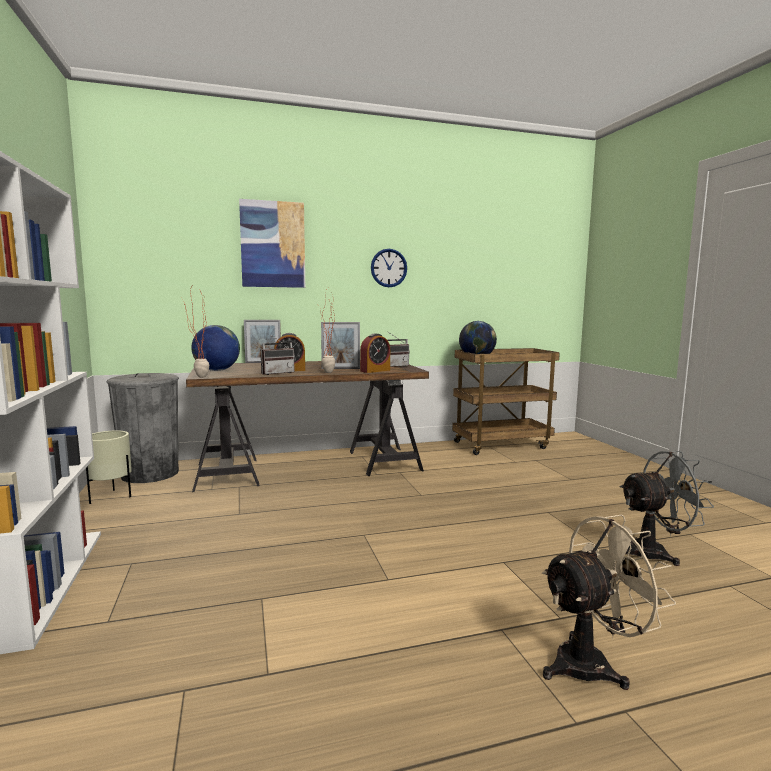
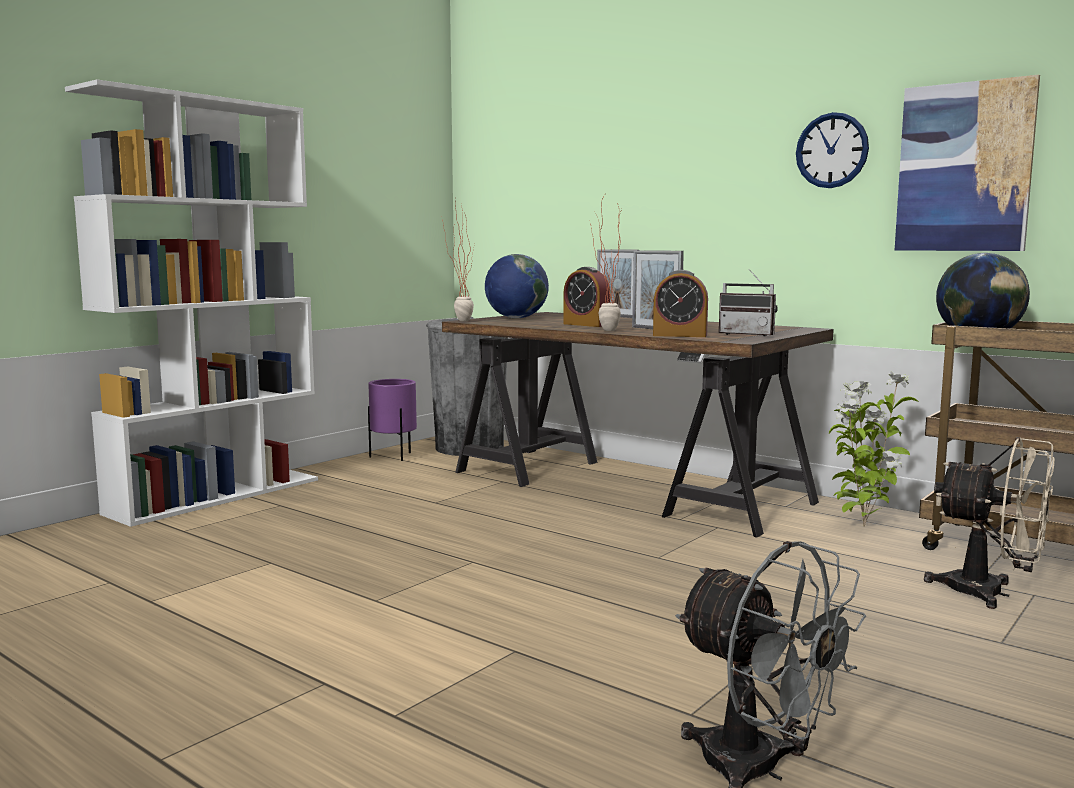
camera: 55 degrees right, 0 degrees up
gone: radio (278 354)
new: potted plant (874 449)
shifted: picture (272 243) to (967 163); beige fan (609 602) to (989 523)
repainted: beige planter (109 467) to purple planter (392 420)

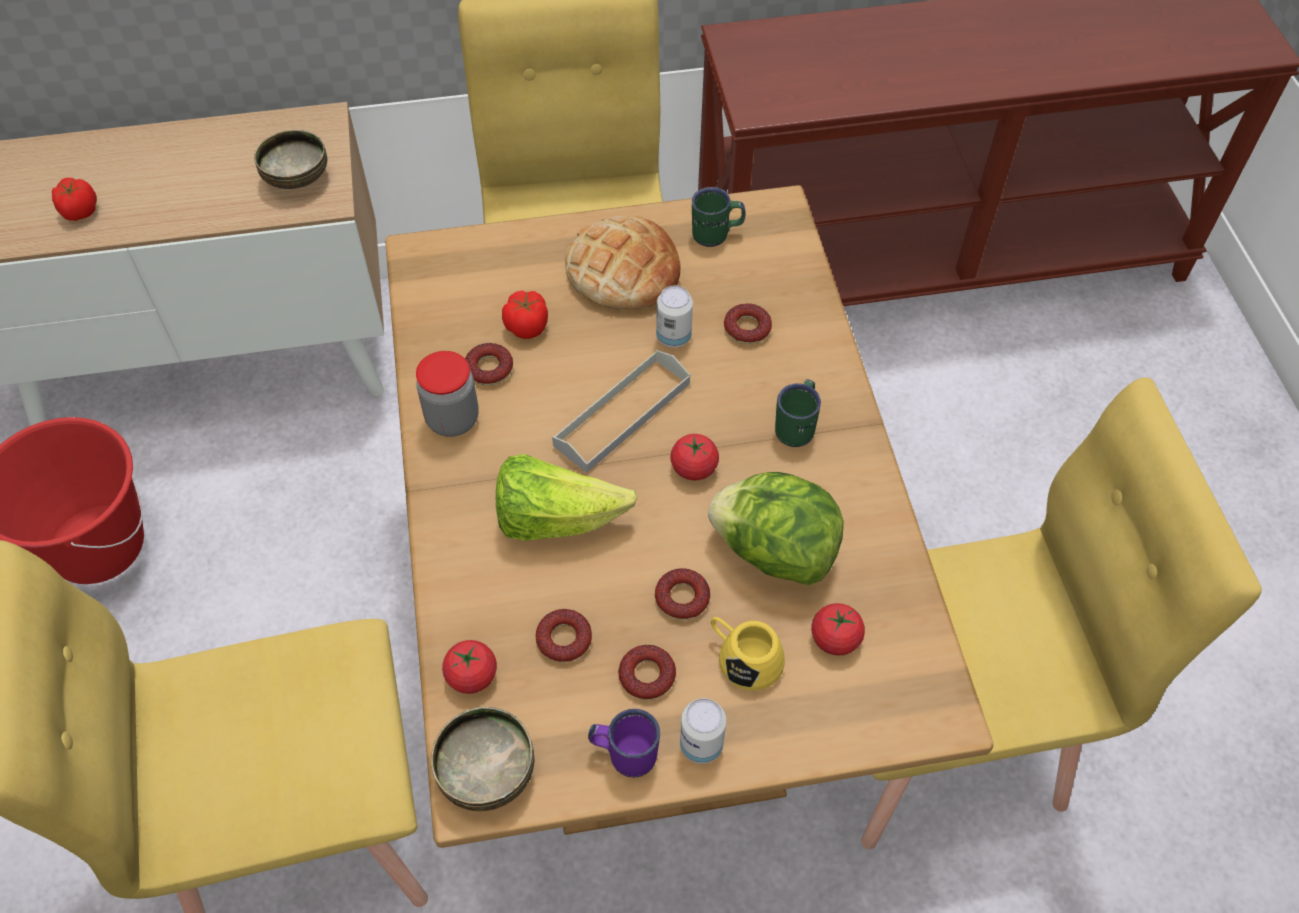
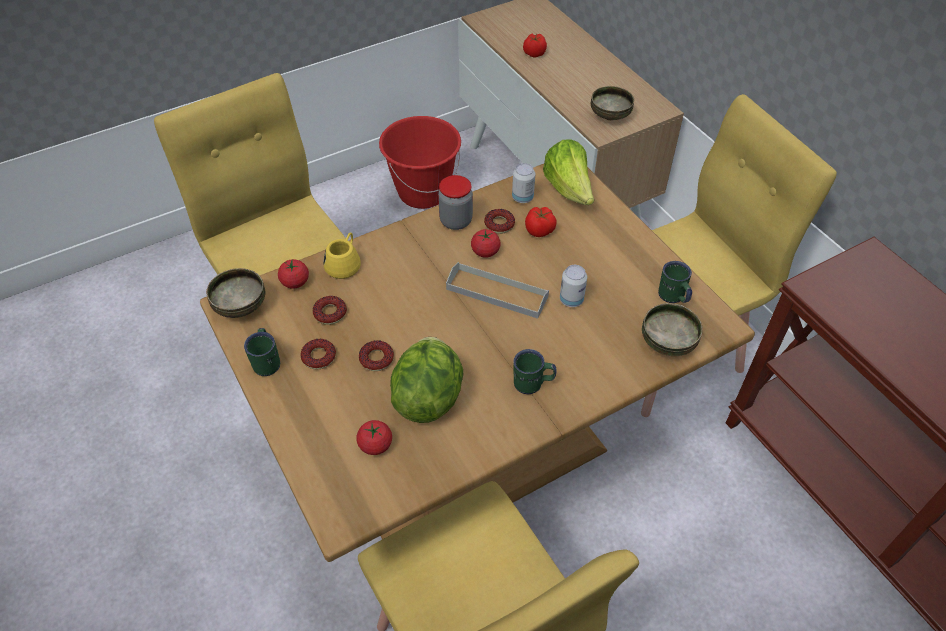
camera: 70 degrees right, 5 degrees down
gone: bread (623 262); donut (748 324)
new: bowl (672 329)
shifted: lettuce (566 497) to (568 172); tomato (694 457) to (486 243); can (703 731) to (523 183); yellow mug (748 653) to (342 255)
repainted: purple mug (624 743) to green mug (262 352)

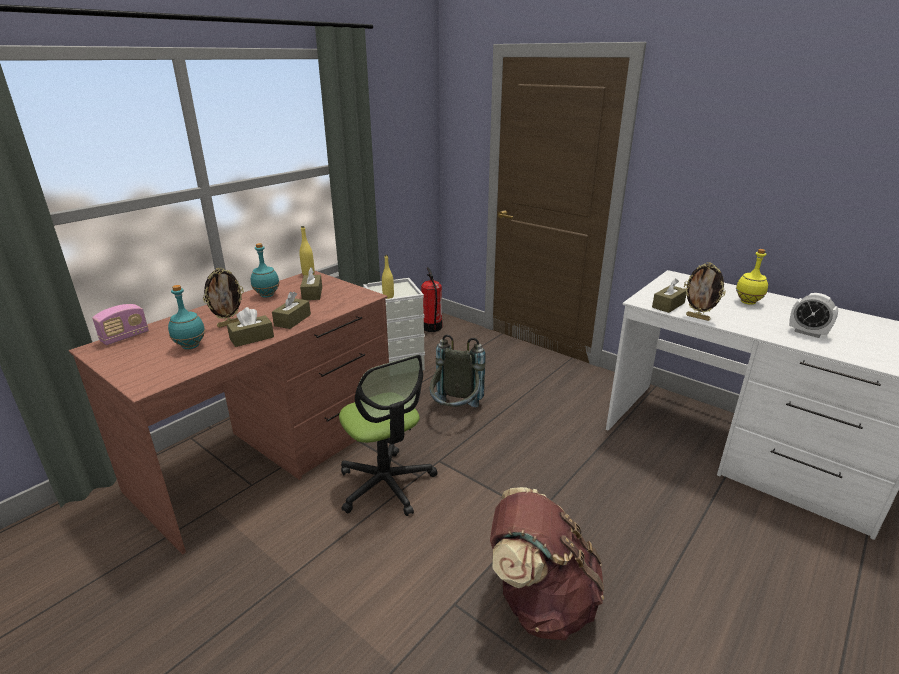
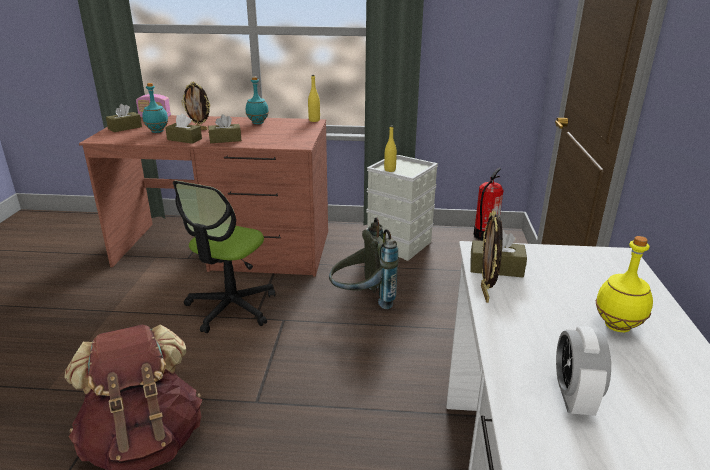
camera: 55 degrees right, 0 degrees up
shifted: brown tissue box (311 283) to (124 118)

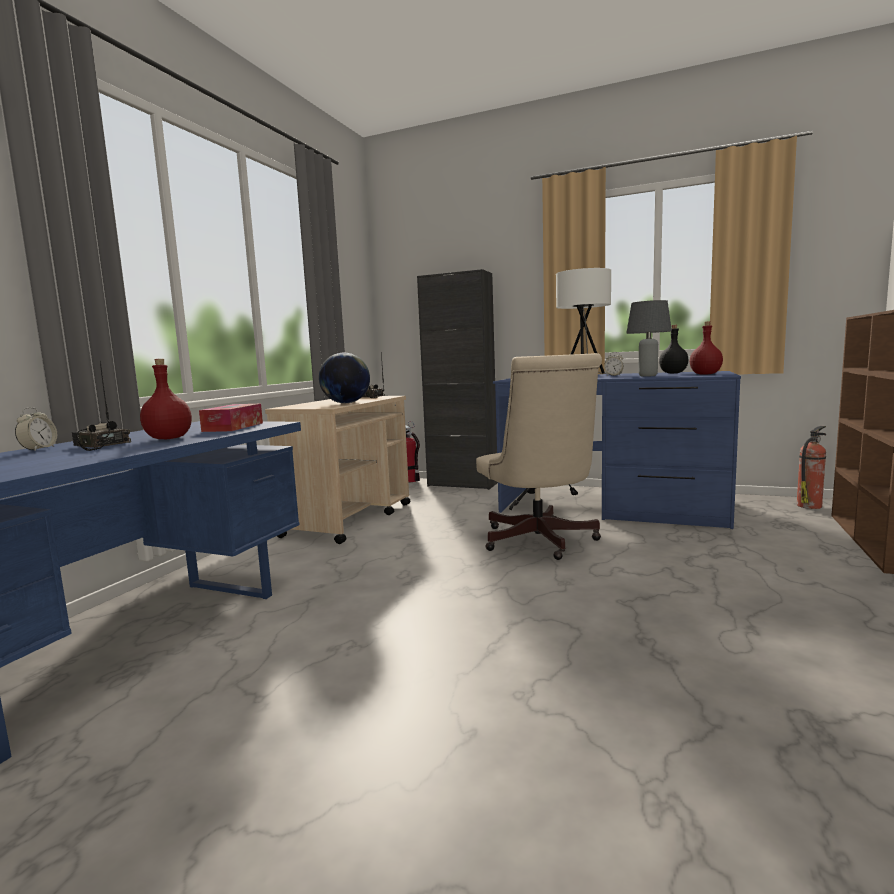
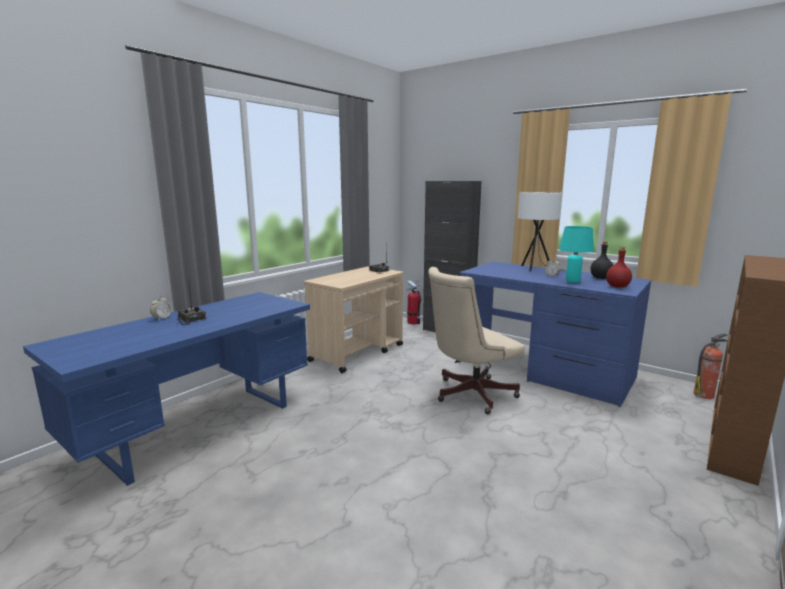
camera: 15 degrees right, 5 degrees up
gone: red bottle (166 399); tissue box (231 418); globe (344 378)
repainted: grey table lamp (649 338) to turquoise table lamp (576 254)
rotated: beige office chair (539 456) = (476 340) 60 degrees clockwise

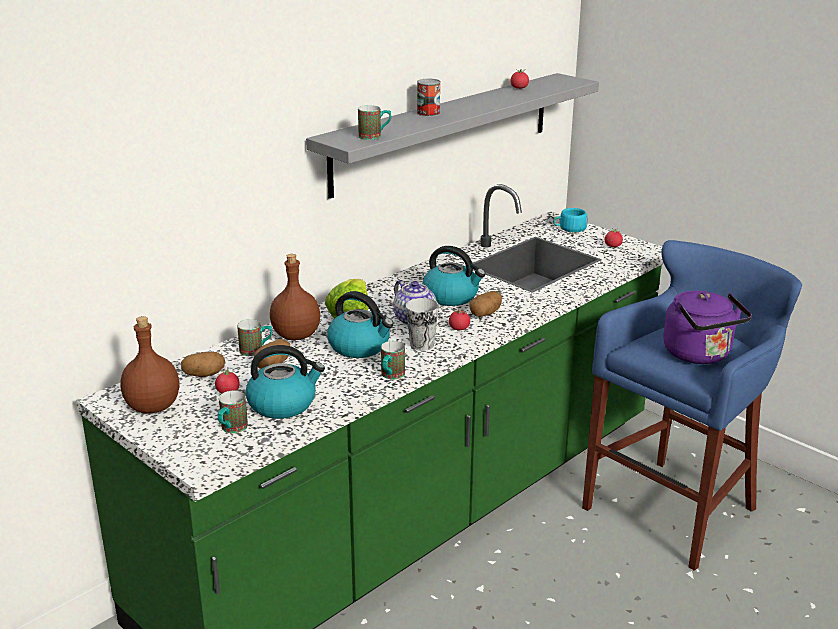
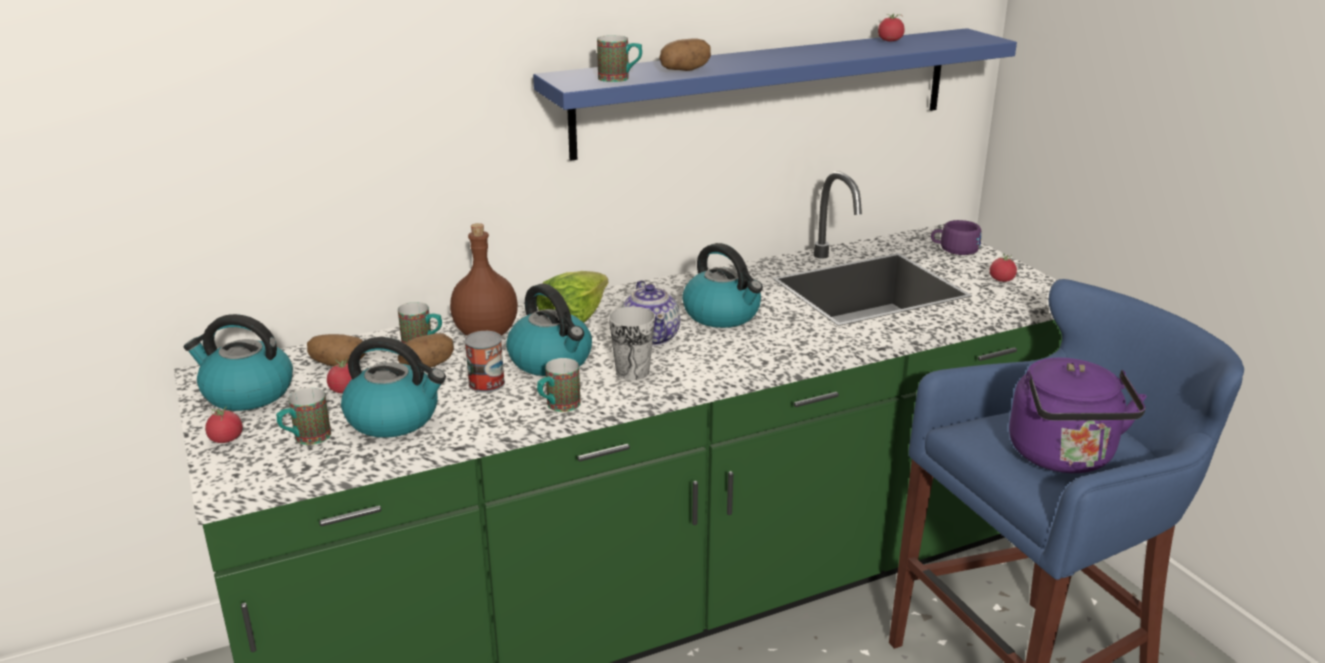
camera: 20 degrees right, 0 degrees up
shifted: can (429 98) to (484 362); tomato (459 319) to (224 424); potato (485 304) to (685 54)
swapped: brown bottle (150 364) to kettle (238 362)
repainted: grey shelf (452 136) to blue shelf (775 94); turquoise cup (570 220) to purple cup (956 237)

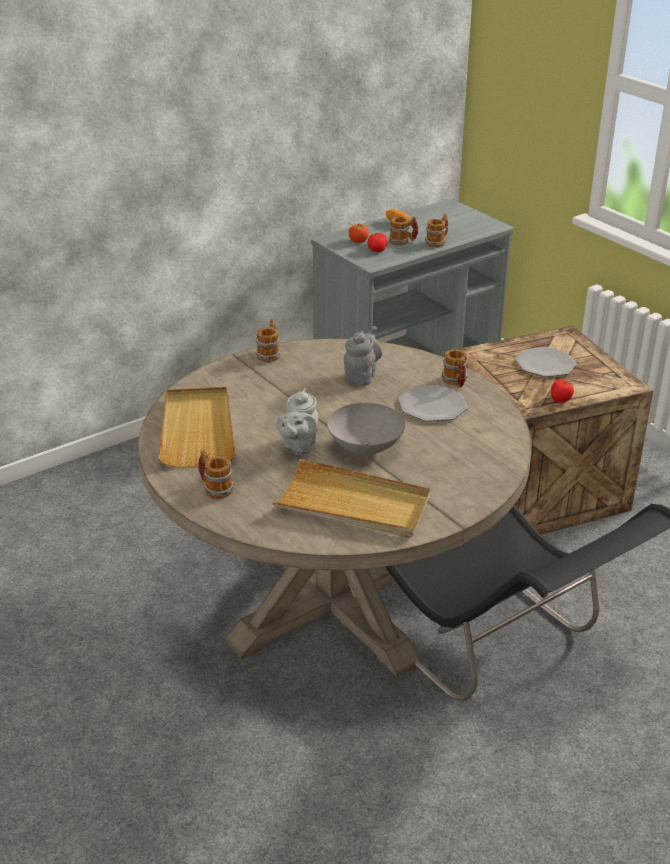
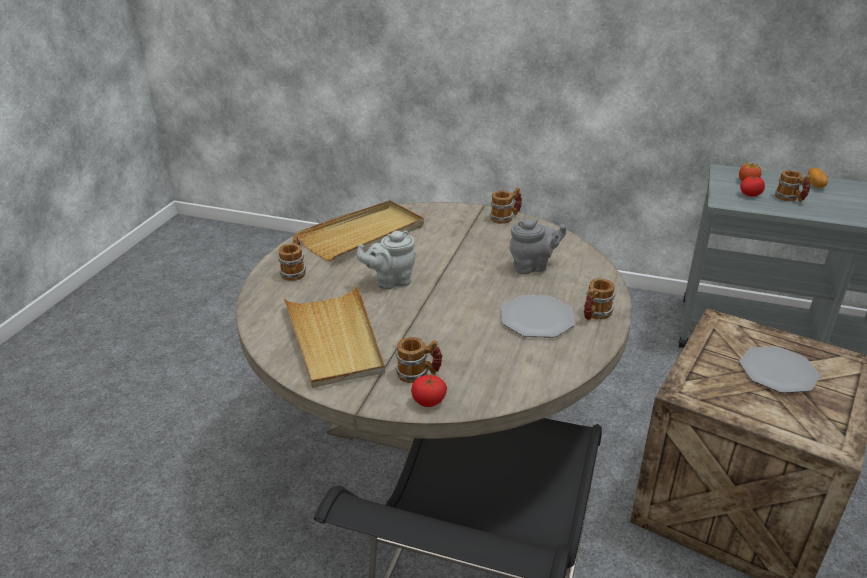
camera: 55 degrees right, 0 degrees up
gone: grey bowl (366 429)
shifted: mug (436 231) to (418 360); tomato (562 391) to (429 391)

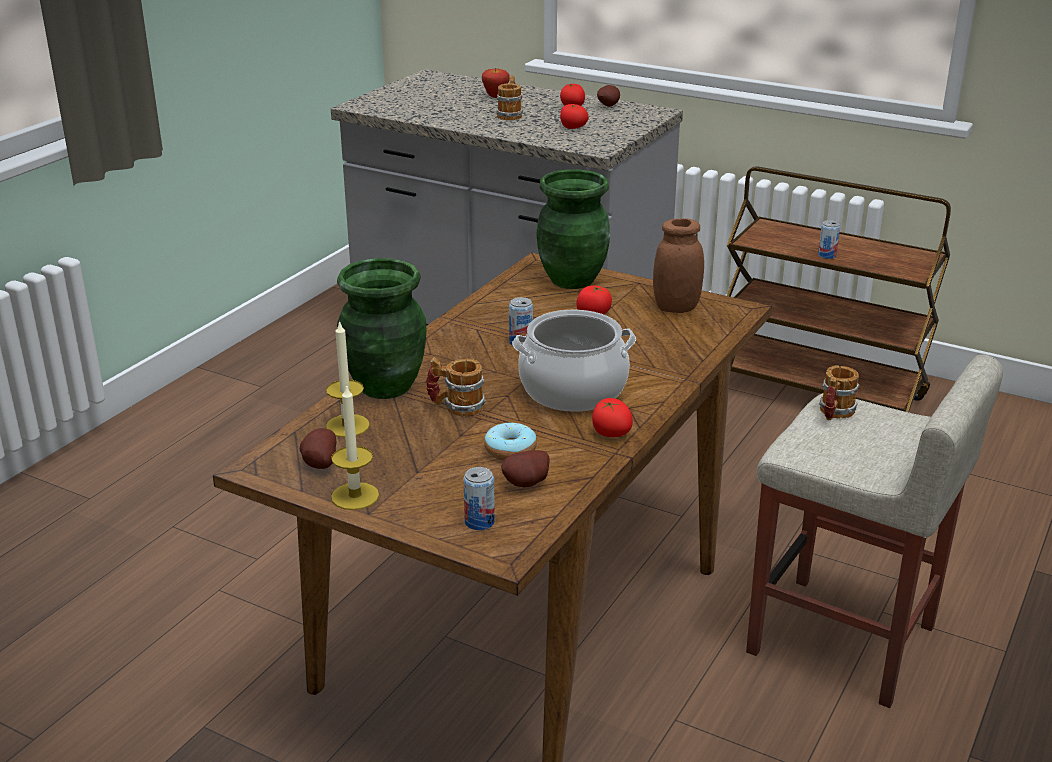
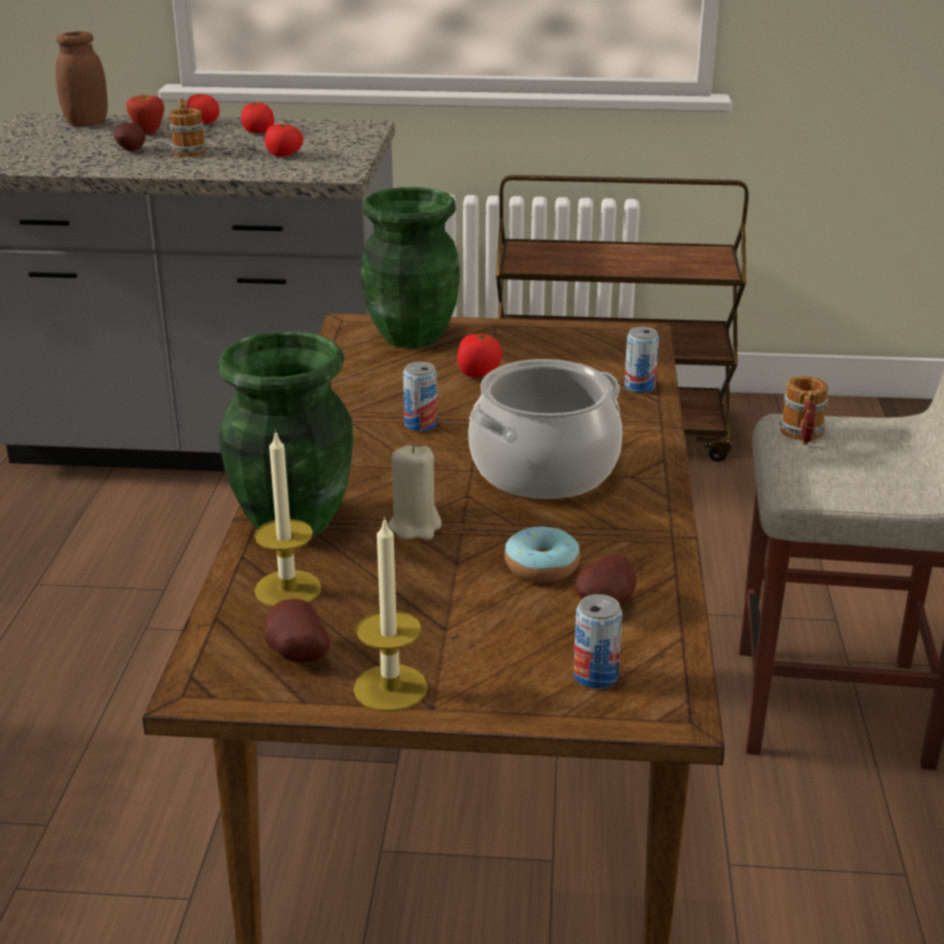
camera: 25 degrees left, 0 degrees up
shifted: tomato (612 417) to (203 109); potato (608 96) to (130 137); brown jar (678 265) to (82 78); can (829 239) to (641 360)
swapped: mug (456 387) to beige candle (415 492)

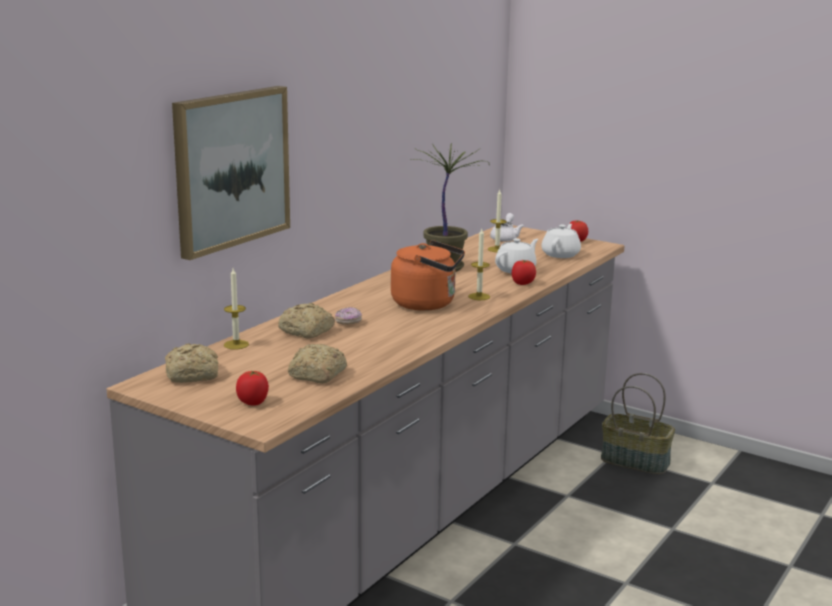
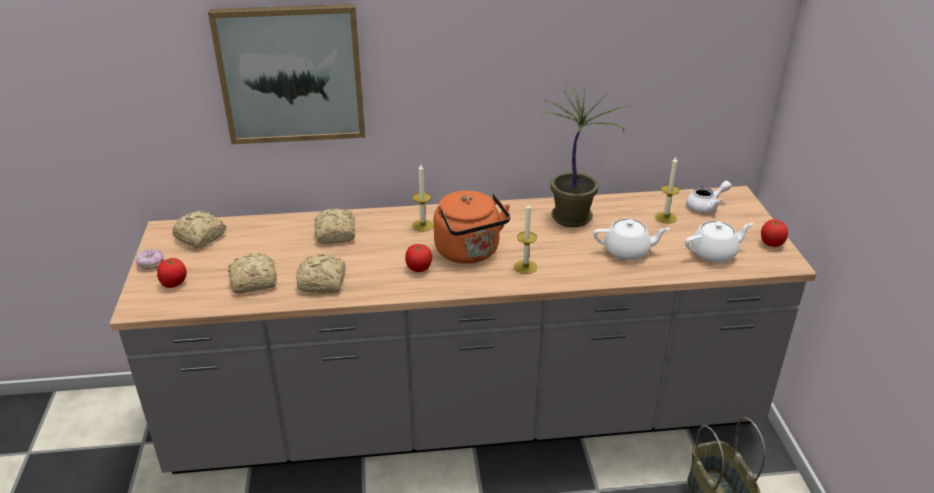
camera: 50 degrees right, 15 degrees up
new: bread (320 273)
shifted: candle (236 309) to (423 198); donut (348 316) to (149 259); tomato (524 272) to (418 258)

